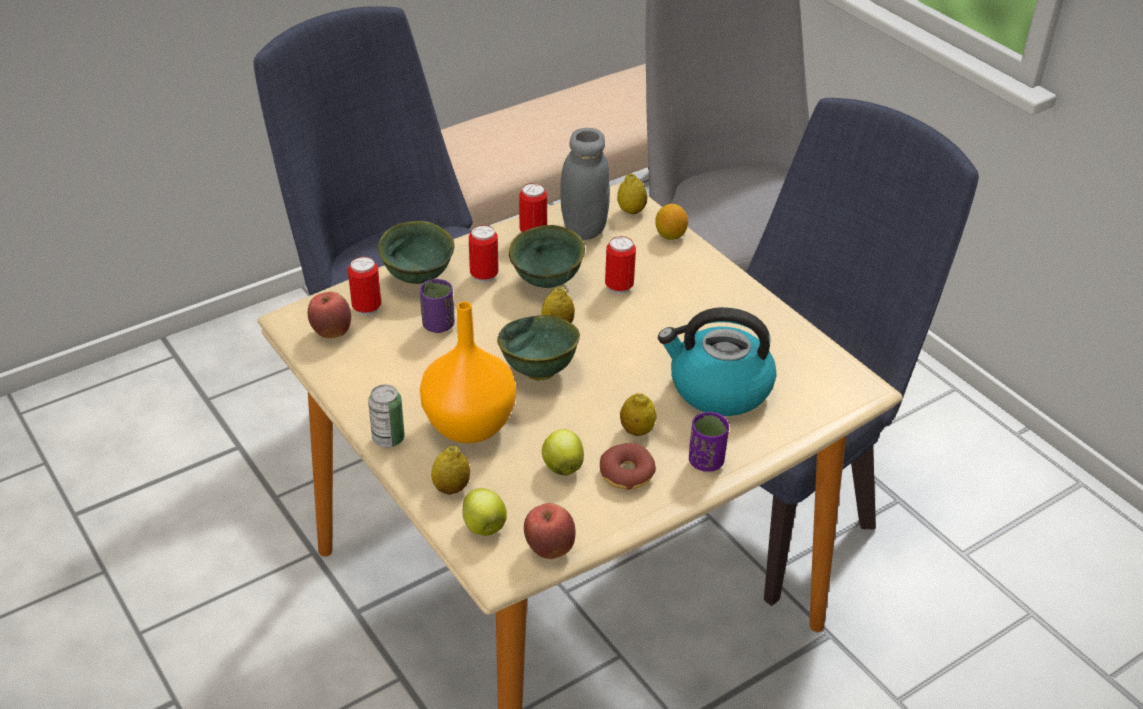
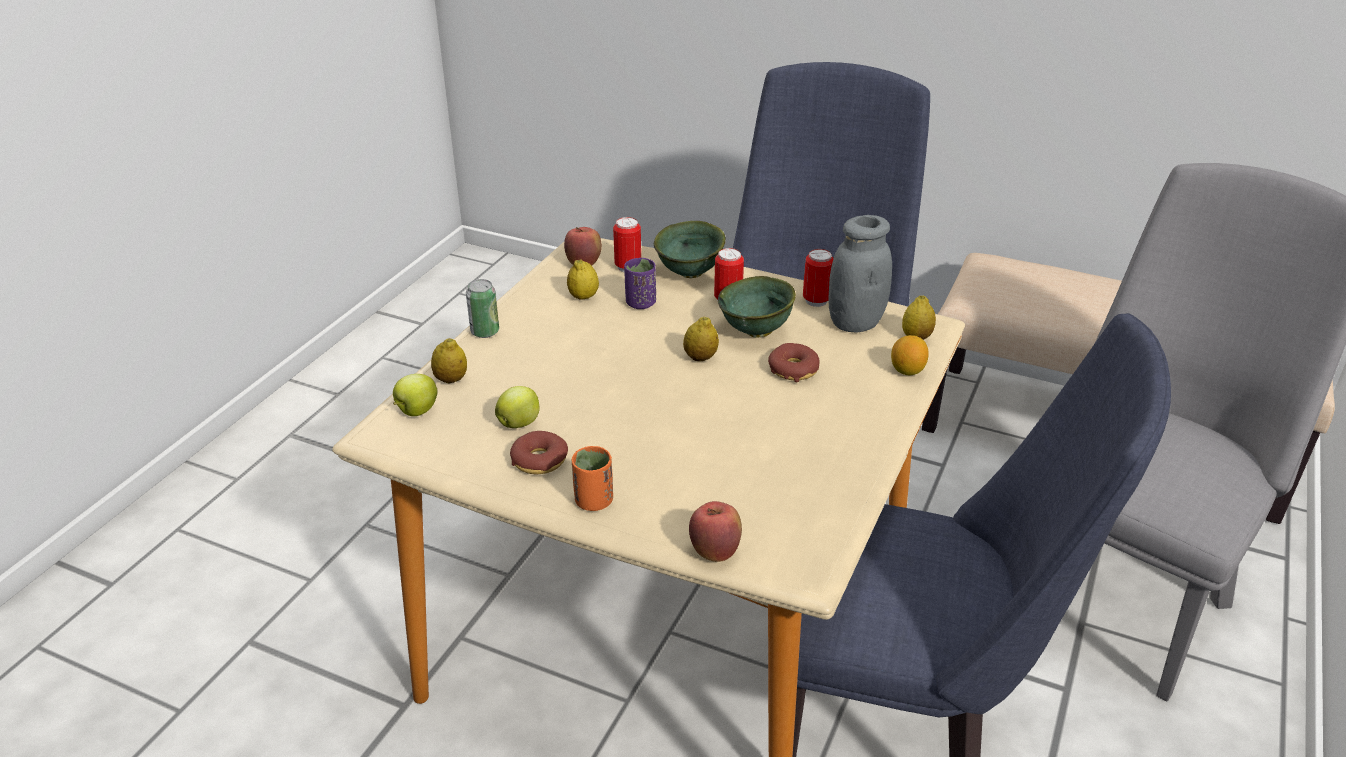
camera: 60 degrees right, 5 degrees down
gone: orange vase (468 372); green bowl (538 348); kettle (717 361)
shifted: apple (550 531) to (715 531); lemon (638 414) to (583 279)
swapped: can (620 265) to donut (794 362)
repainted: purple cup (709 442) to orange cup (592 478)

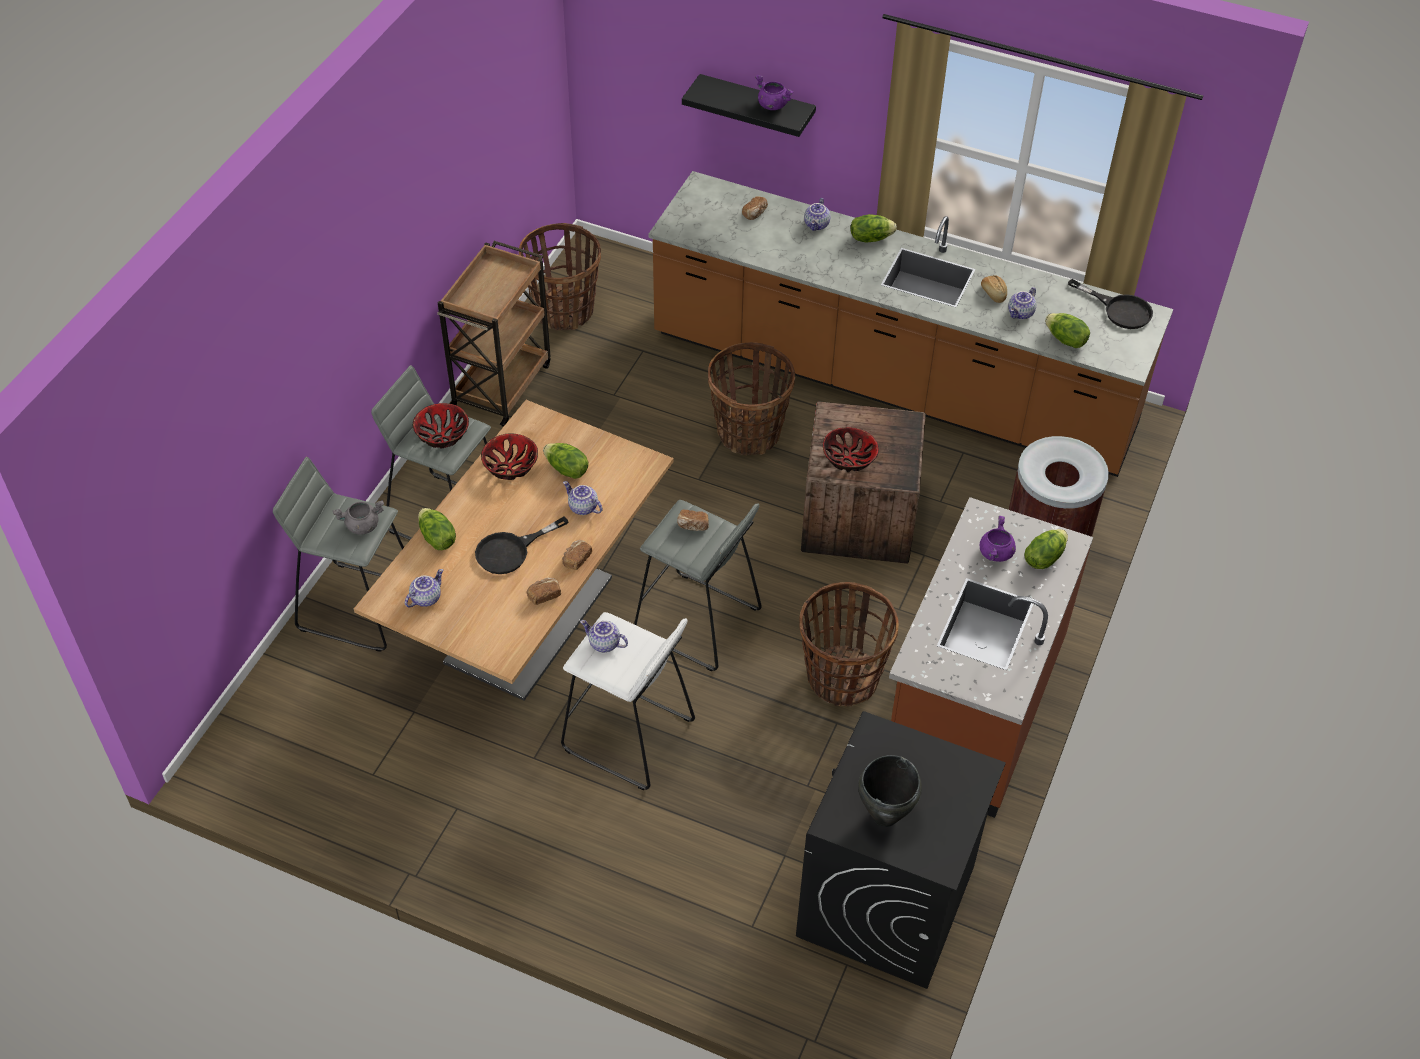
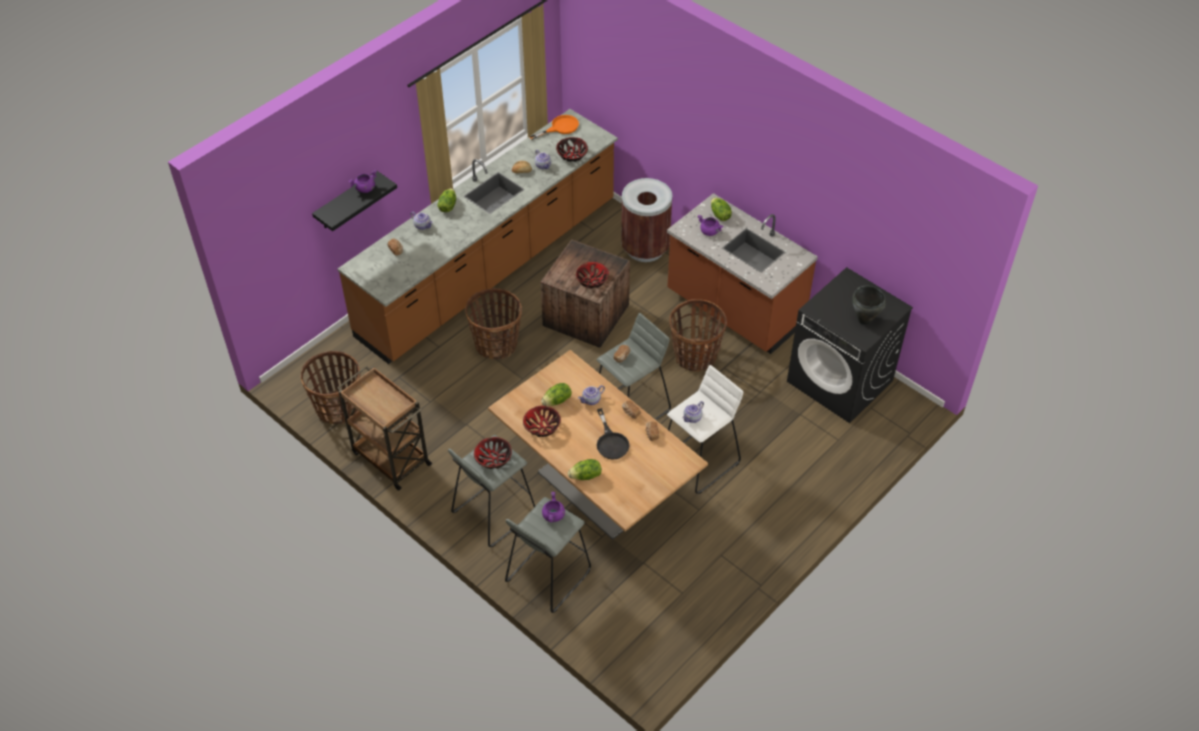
camera: 70 degrees left, 0 degrees up
gone: teapot (424 588)
swapped: lettuce (1067 330) to bowl (572 149)
repainted: grey cooking pot (358 517) to purple cooking pot (553 507); black frying pan (1110 304) to orange frying pan (554 127)

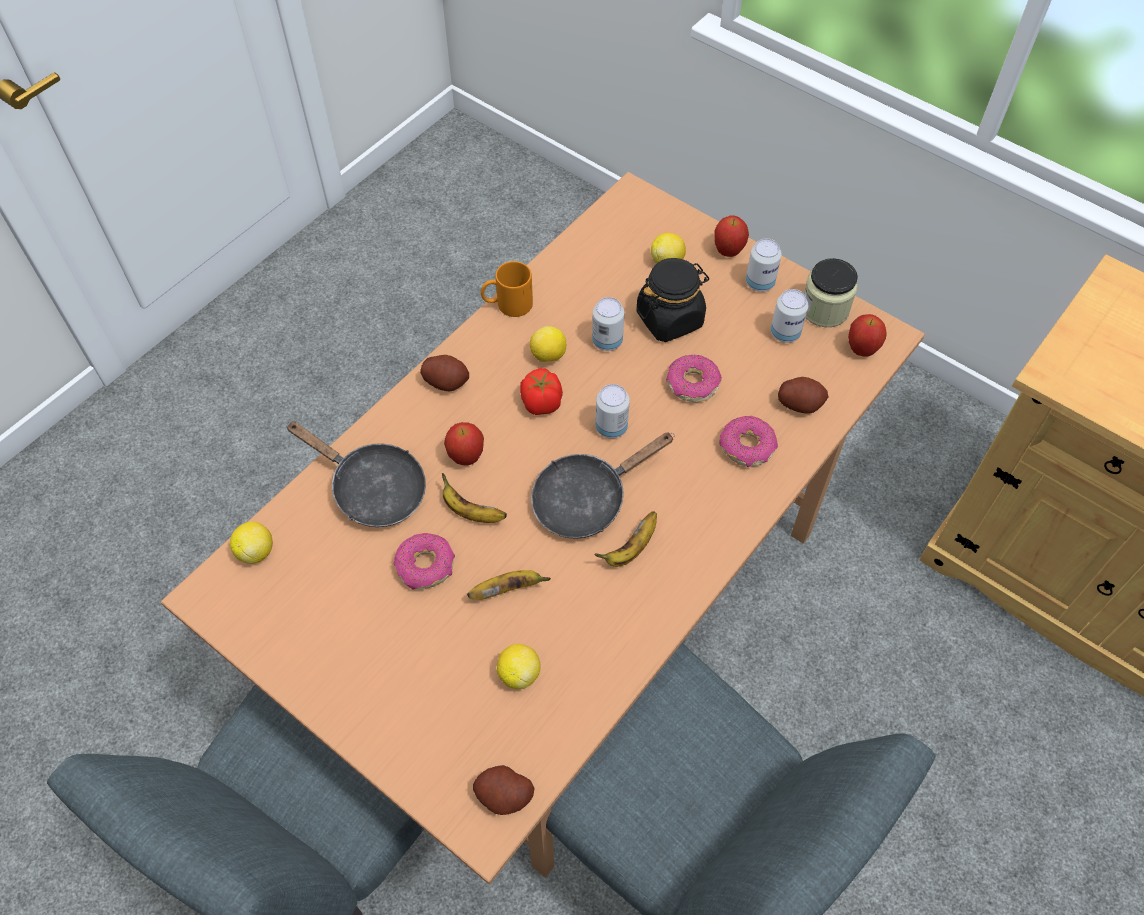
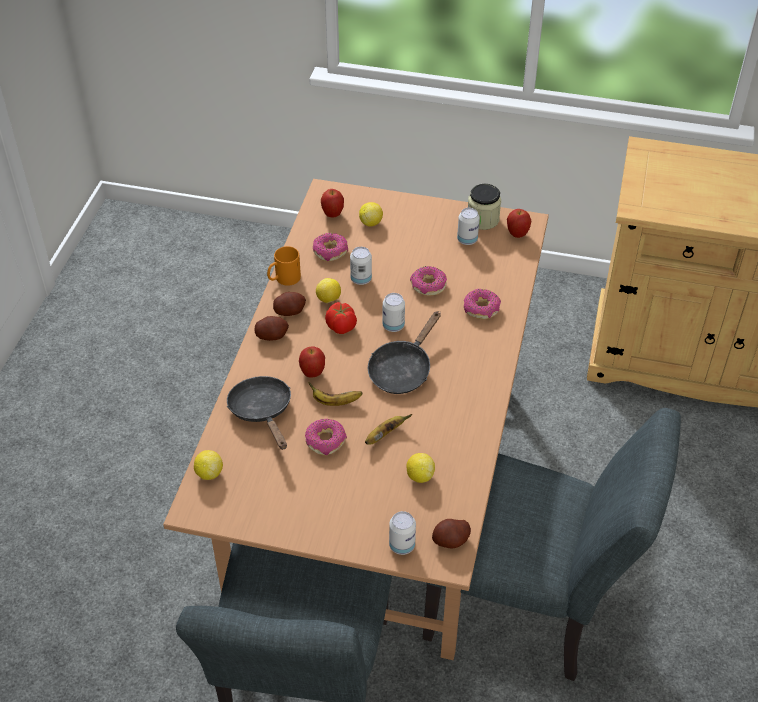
camera: 25 degrees left, 10 degrees down
gone: banana (625 539); black jar (672 300)
new: donut (330 247)
shifted: apple (731 236) to (332 203); can (764 265) to (402 533); potato (803 395) to (289 304)
rotated: black frying pan (356 474) = (259 413) 120 degrees counterclockwise

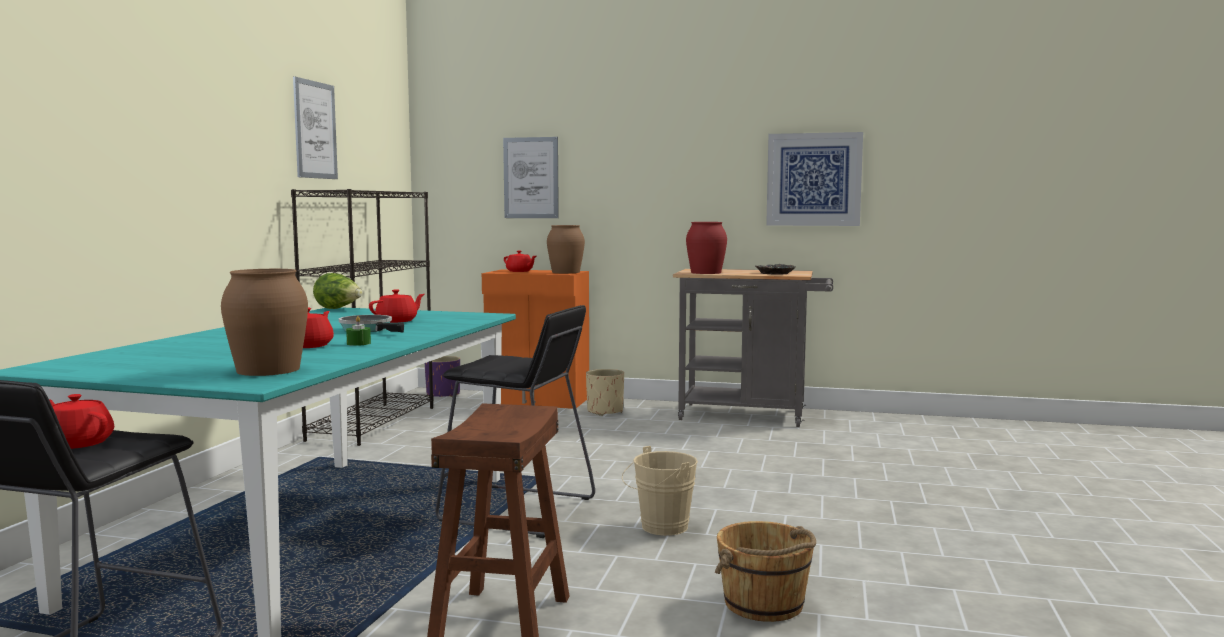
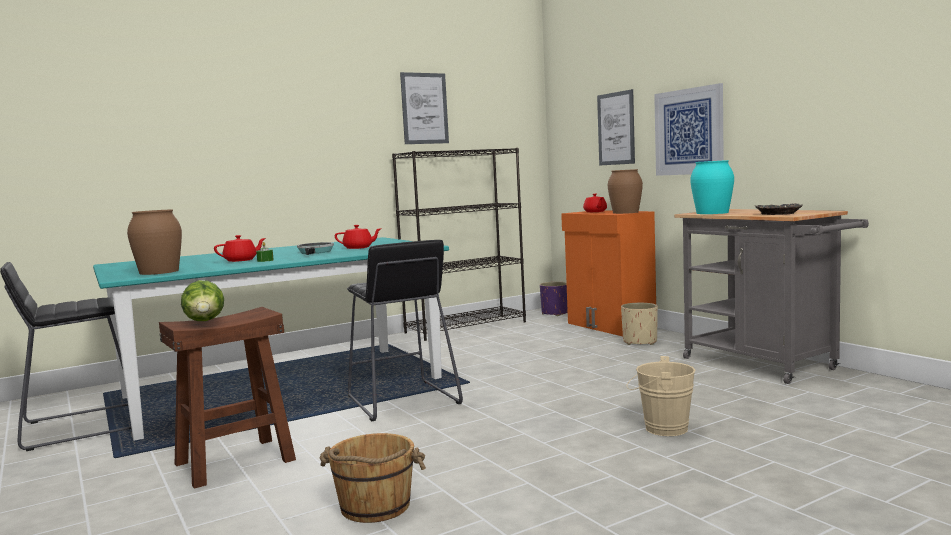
camera: 45 degrees right, 0 degrees up
gone: red teapot (81 421)
shifted: lettuce (338 291) to (202 300); beige bucket (660 491) to (661 396); picture (814 179) to (689 129)
repainted: red vase (706 248) to turquoise vase (712 187)

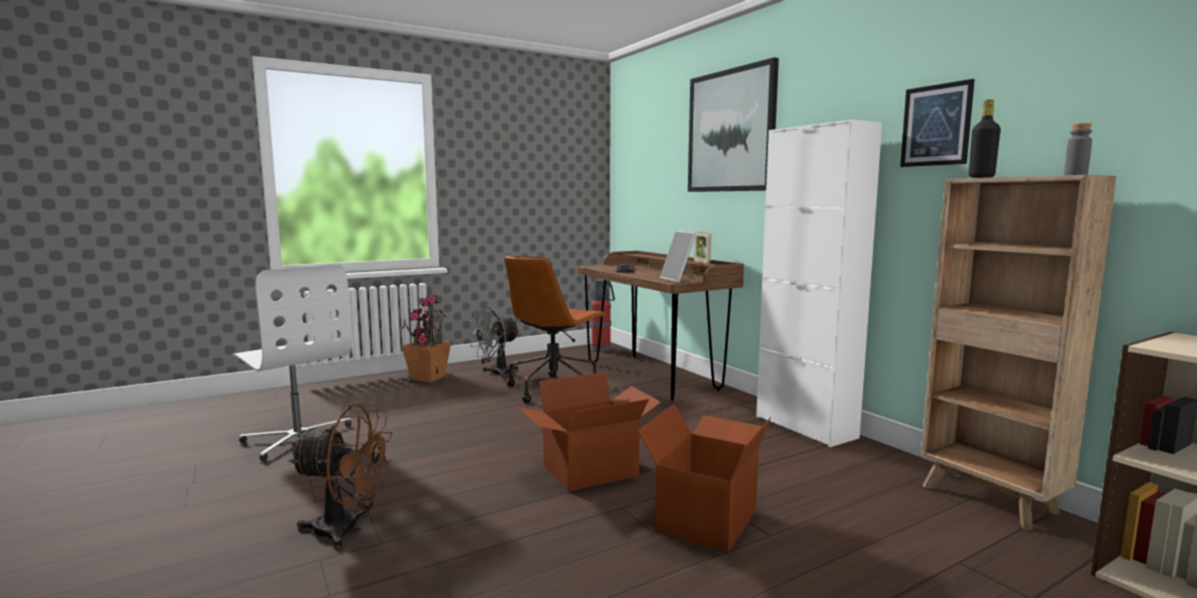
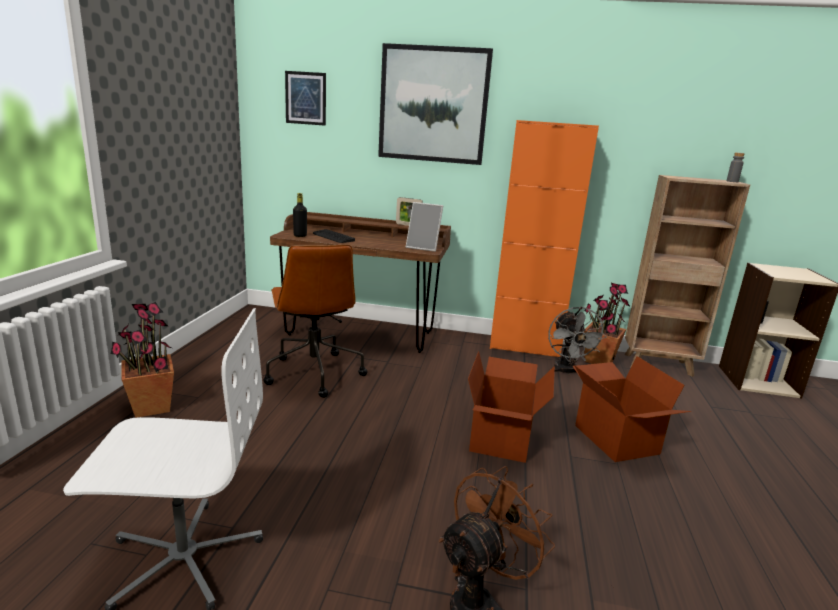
camera: 50 degrees left, 10 degrees up
gone: fire extinguisher (603 315)
new: potted plant (607 323)
shifted: grey fan (493 342) to (577 340); picture (937 123) to (305 98); black bottle (985 138) to (300 215)
repainted: white cabinet (819 283) to orange cabinet (544 238)

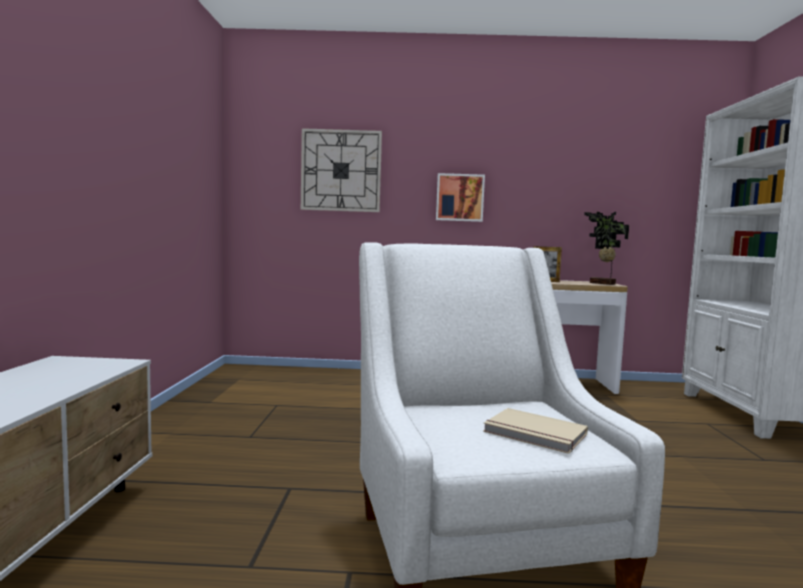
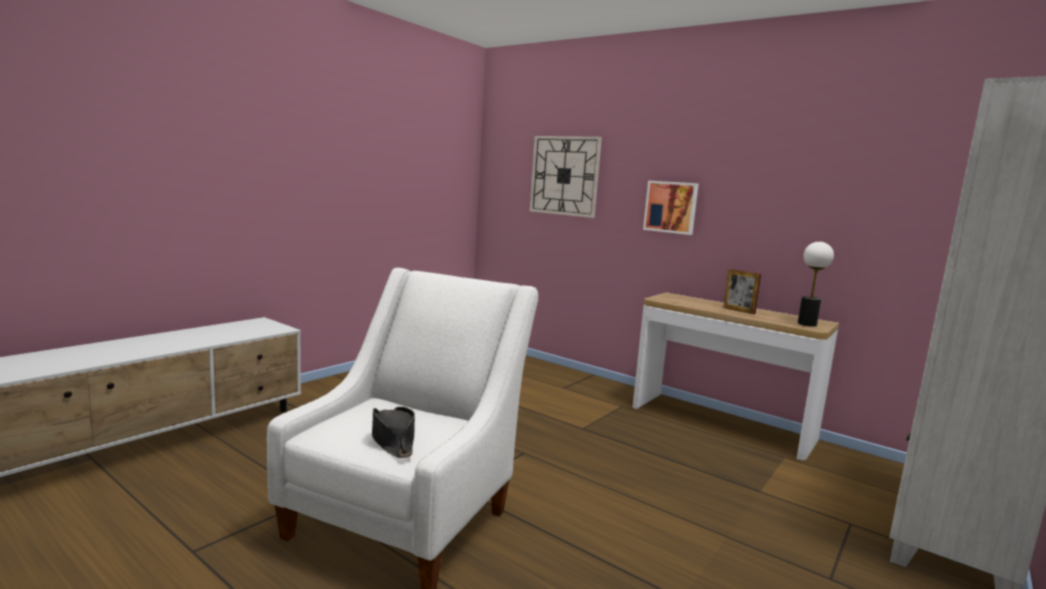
camera: 35 degrees right, 5 degrees up
swapped: beige book (535 431) to black hat (393 432); potted plant (606 248) to table lamp (816 284)

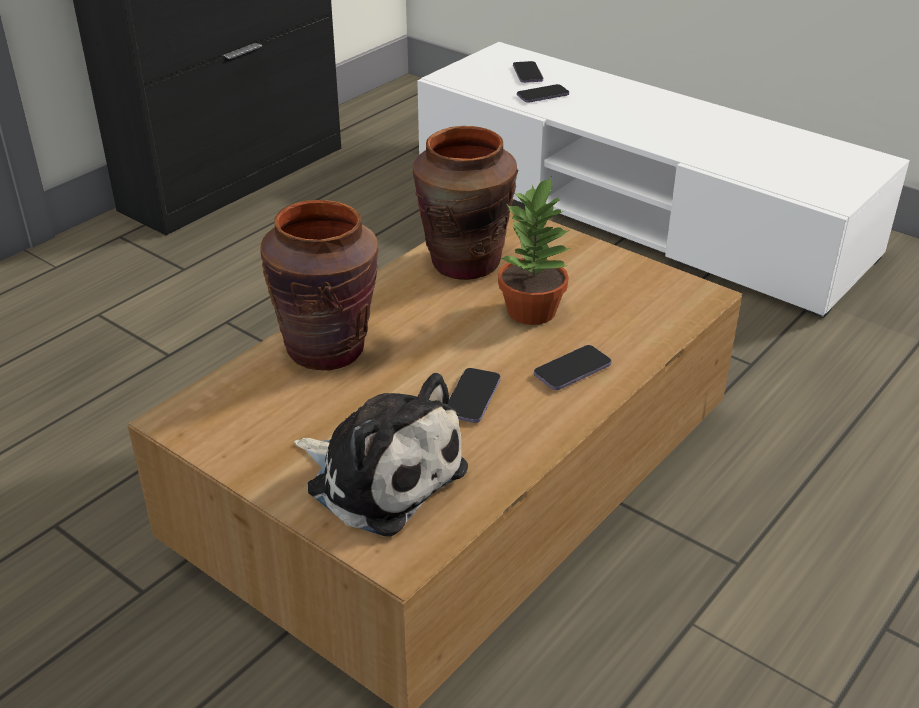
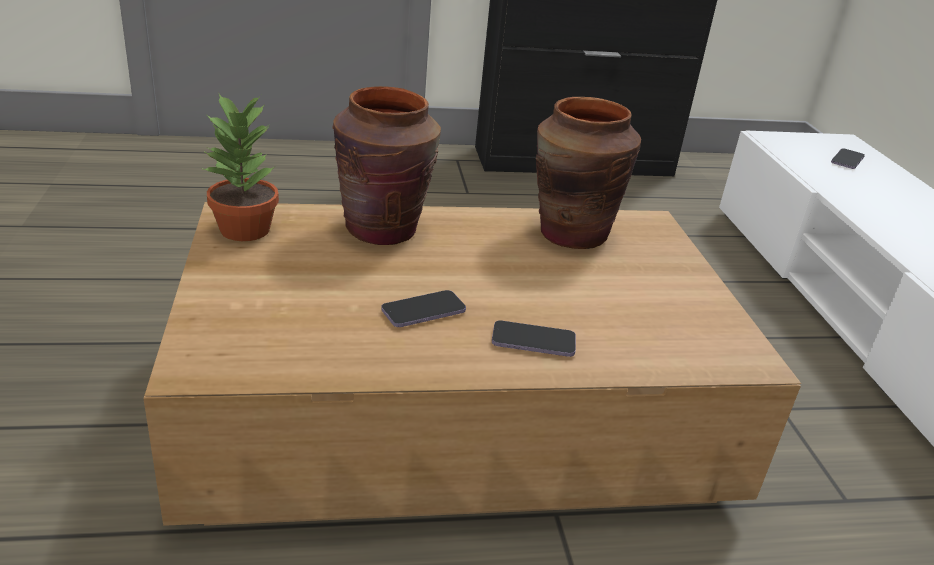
camera: 40 degrees right, 5 degrees down
gone: plush toy (381 455); phone (543 93)
shifted: potted plant (534 250) to (240 167)

